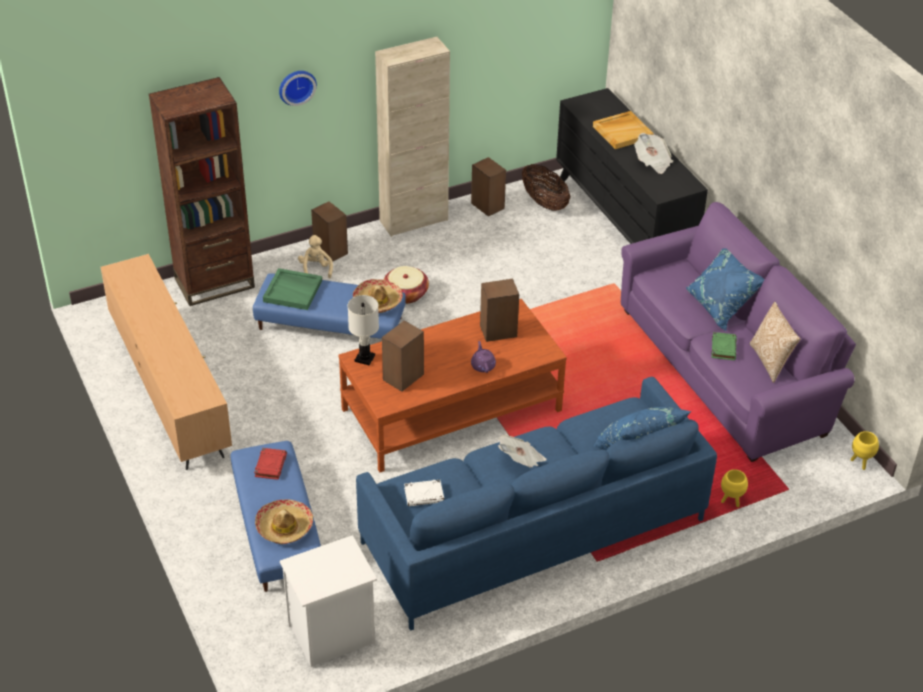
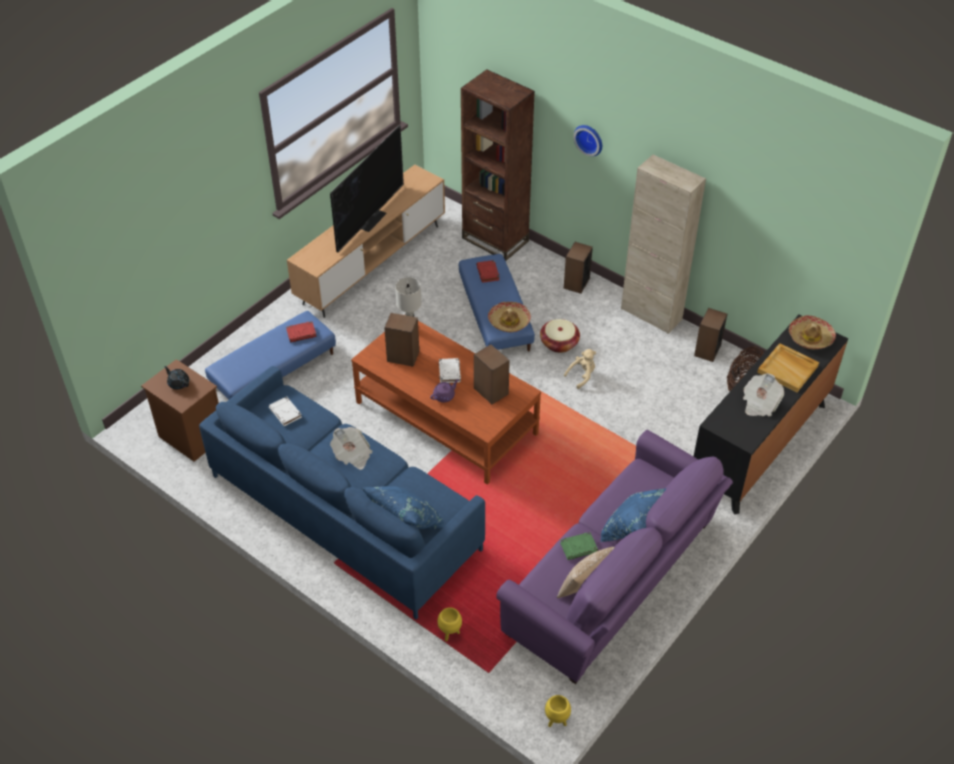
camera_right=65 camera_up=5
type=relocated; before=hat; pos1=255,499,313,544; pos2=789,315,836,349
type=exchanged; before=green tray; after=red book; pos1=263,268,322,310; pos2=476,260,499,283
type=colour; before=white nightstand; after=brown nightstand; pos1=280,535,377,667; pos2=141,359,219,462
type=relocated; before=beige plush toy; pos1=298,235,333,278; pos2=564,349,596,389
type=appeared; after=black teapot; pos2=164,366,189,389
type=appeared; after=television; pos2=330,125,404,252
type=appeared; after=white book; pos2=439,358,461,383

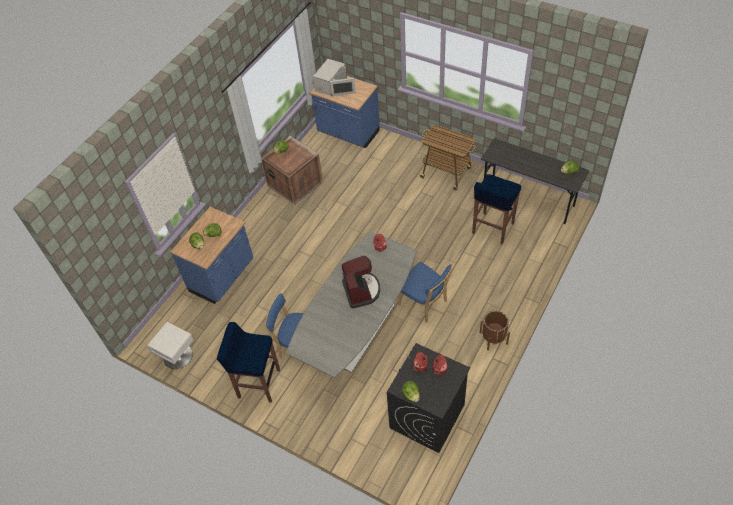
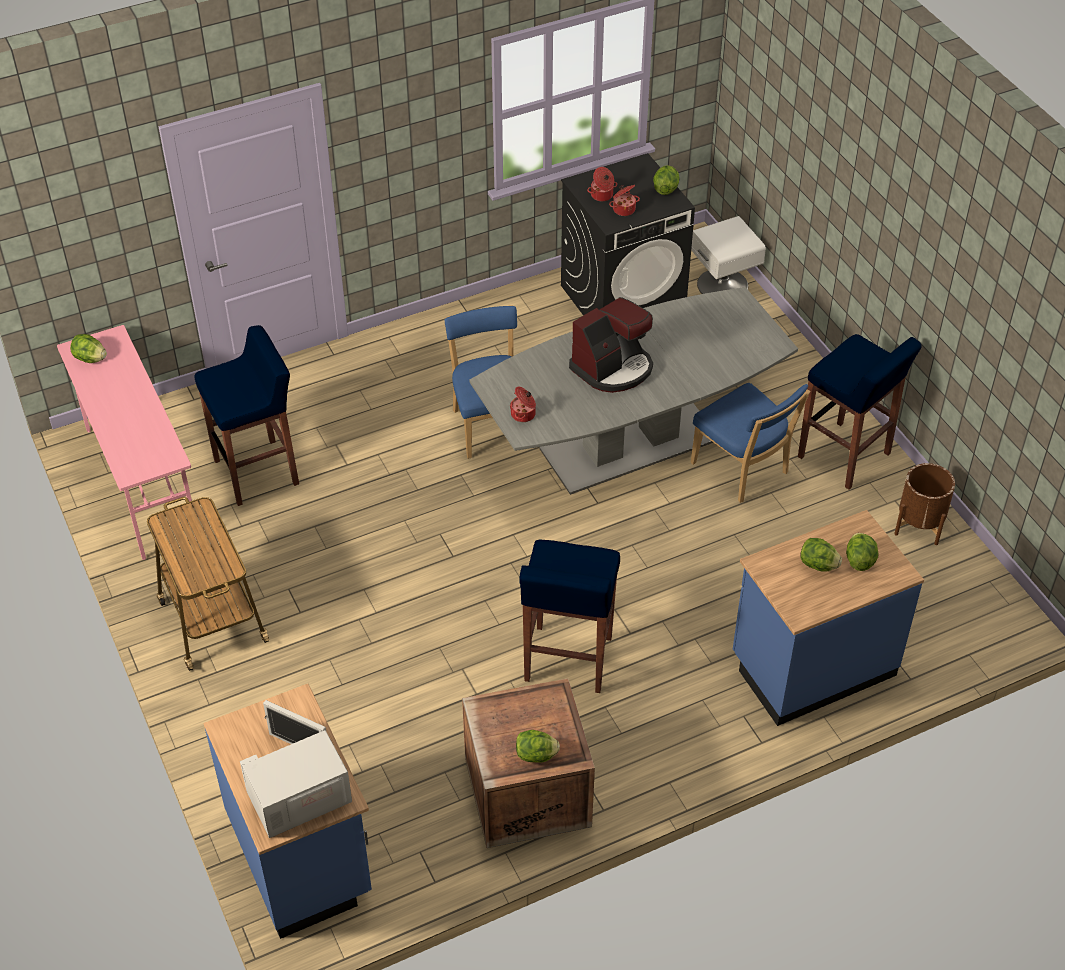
camera_right=-150 camera_up=-5
type=relocated; before=white nightstand; pos1=147,322,193,369; pos2=691,216,766,294
type=spun; before=coffee machine; pos1=342,256,380,308; pos2=569,297,653,393; turn=-150
type=relocated; before=brown planter; pos1=480,311,510,350; pos2=894,463,955,545
type=colour; before=grey desk; after=pink desk; pos1=481,138,589,224; pos2=57,325,192,560
type=appeared; after=blue stool; pos2=519,540,620,693

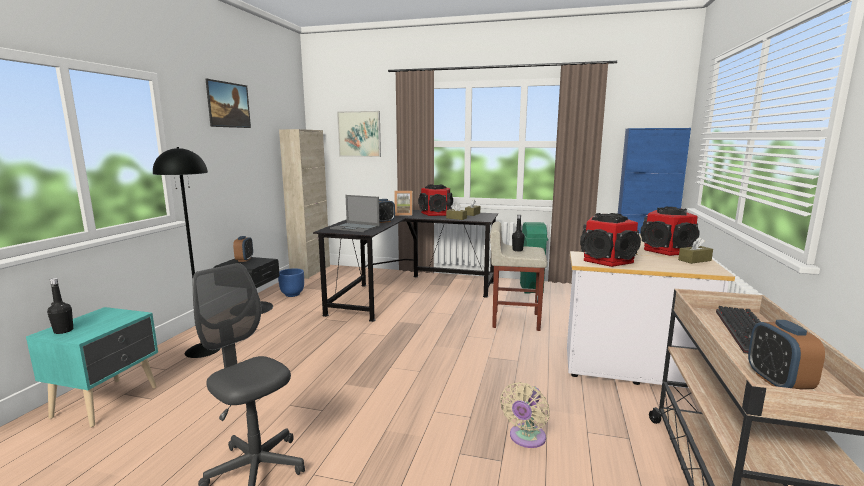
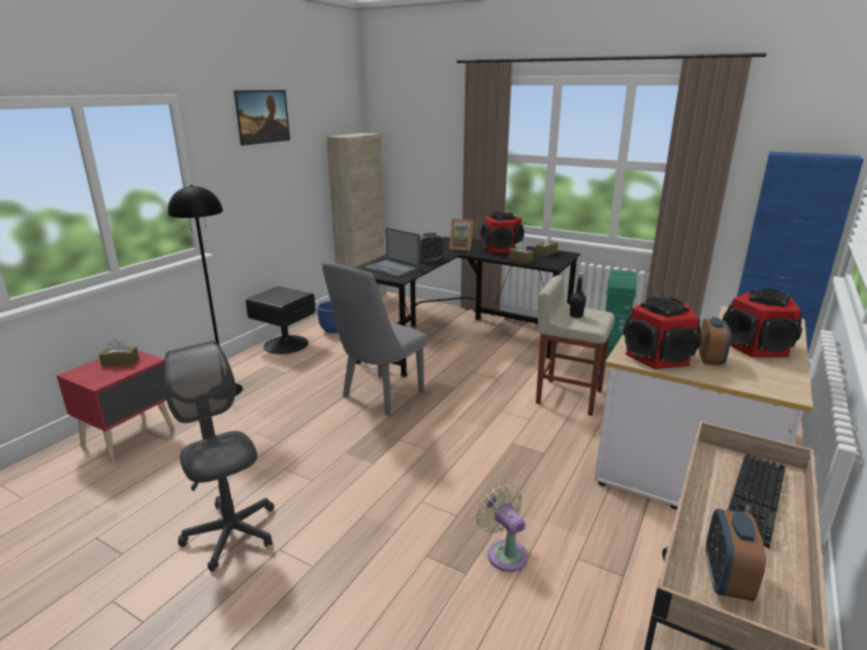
camera_right=15 camera_up=10
type=colour; before=turquoise nightstand; after=red nightstand; pos1=26,307,158,427; pos2=56,350,174,462
type=missing; before=black bottle; pos1=47,278,73,334
type=relocated; before=alarm clock; pos1=233,236,253,262; pos2=698,317,731,366
type=missing; before=picture; pos1=337,111,381,157
type=spun; before=beige fan; pos1=500,382,550,448; pos2=476,484,528,572; turn=105
type=relocated; before=brown tissue box; pos1=678,237,713,264; pos2=99,339,139,367
type=appeared; after=grey chair; pos2=322,262,427,416

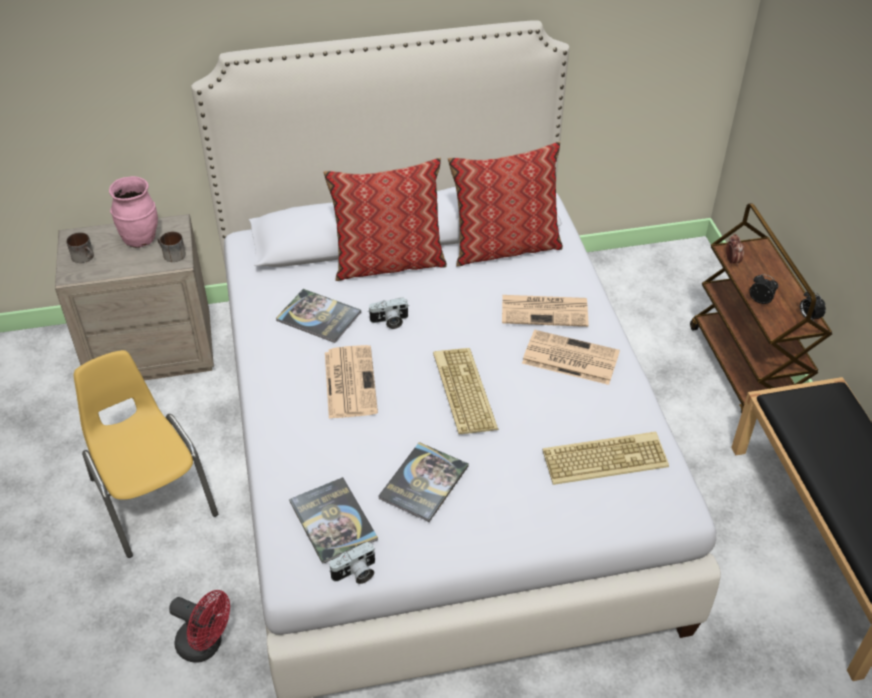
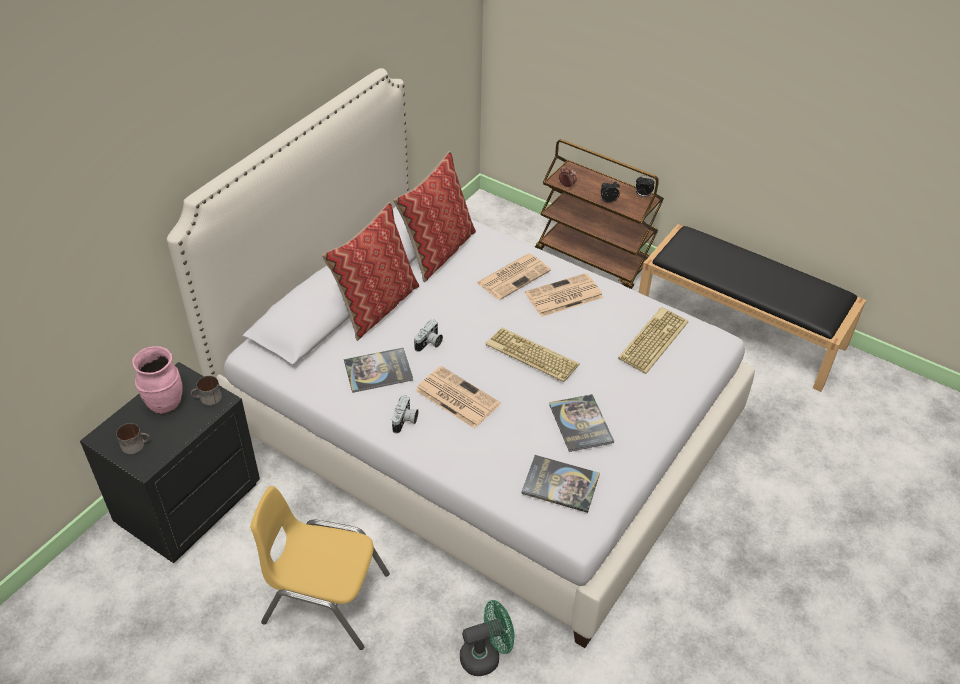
camera_right=-45 camera_up=0
type=colour; before=beige nightstand; after=black nightstand; pos1=55,214,214,381; pos2=80,362,260,563
type=colour; before=red fan; after=green fan; pos1=169,590,230,663; pos2=460,600,514,676
type=relocated; before=photo camera; pos1=329,541,375,584; pos2=392,395,418,434

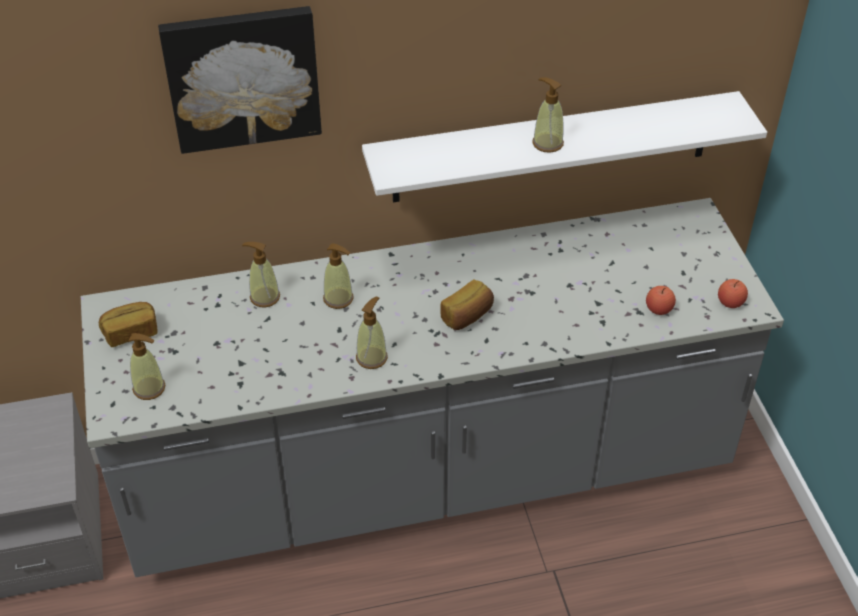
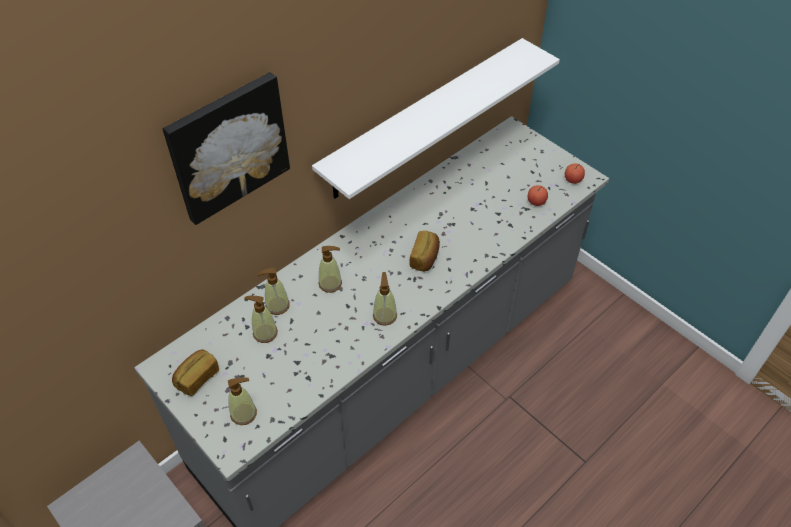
camera_right=-30 camera_up=5
type=relocated; before=soap dispenser; pos1=532,77,564,153; pos2=244,296,278,343

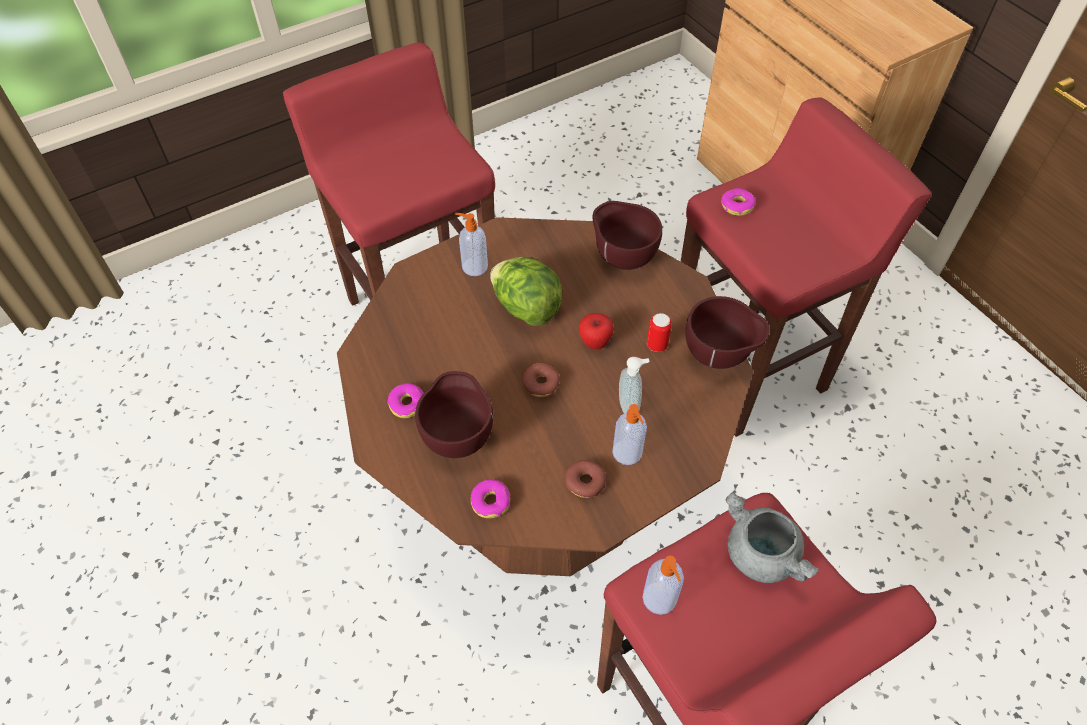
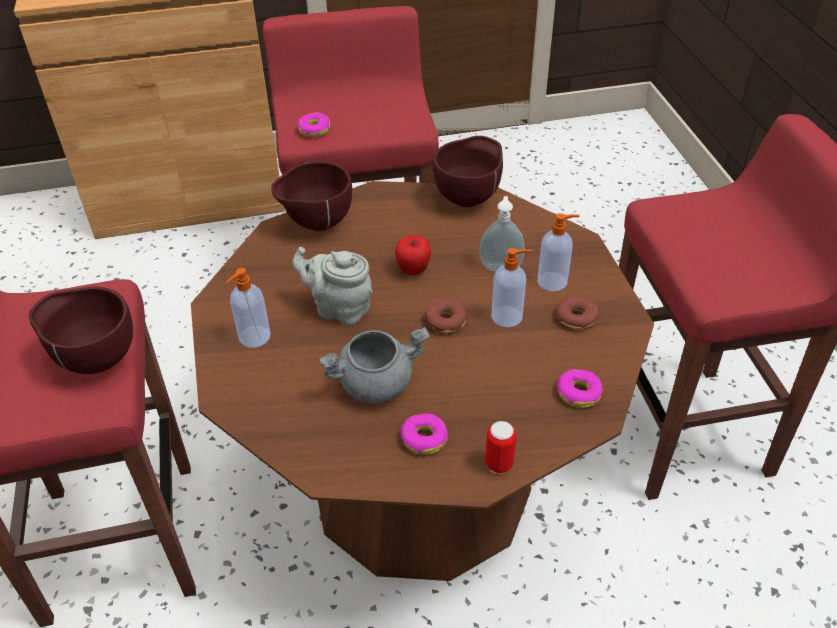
camera_right=-70 camera_up=-10
type=relocated; before=brown bowl; pos1=415,371,493,458; pos2=29,287,133,374
type=exchanged; before=lettuce; after=grey teapot; pos1=490,257,562,326; pos2=292,247,373,326
type=relocated; before=soap dispenser; pos1=642,556,684,615; pos2=491,248,532,328
type=relocated; before=can; pos1=647,313,672,352; pos2=485,421,517,474
type=relocated; before=grey cooking pot; pos1=726,492,819,583; pos2=319,327,429,404

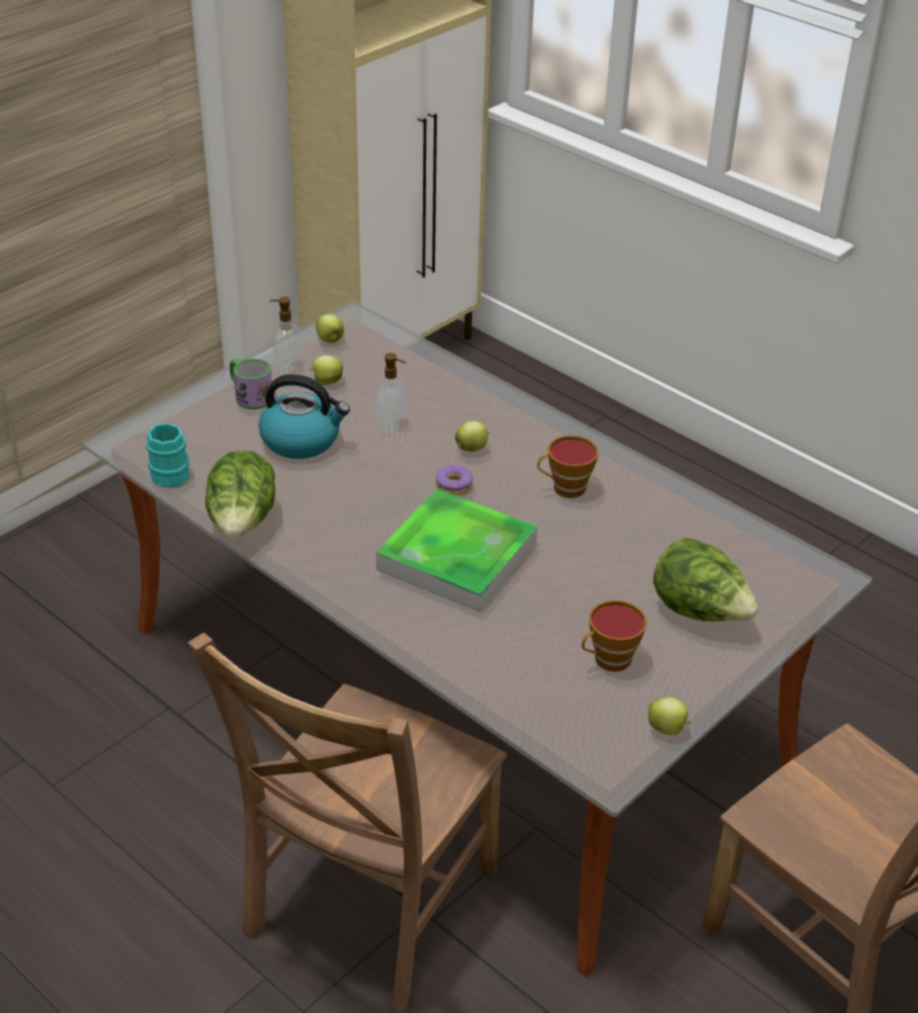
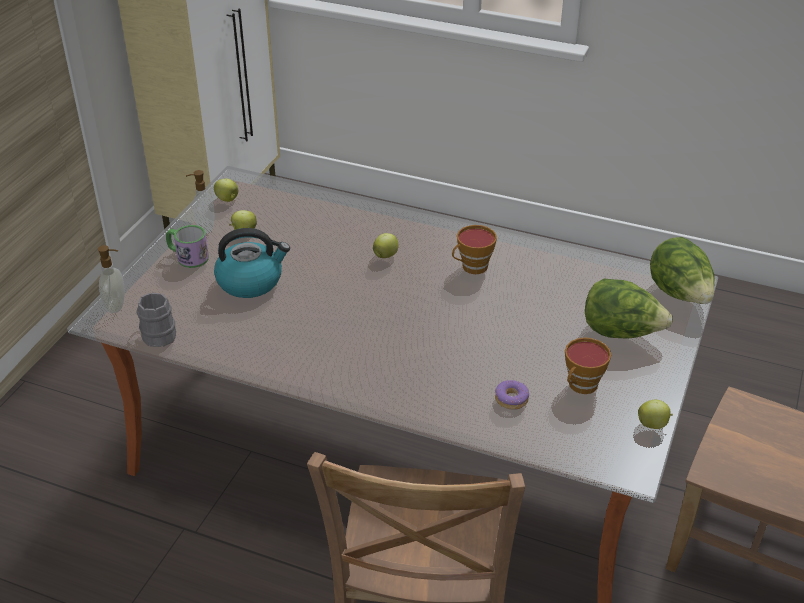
camera_right=-20 camera_up=0
type=colour; before=turquoise mug; after=grey mug; pos1=146,423,190,488; pos2=136,293,176,347
type=relocated; before=lettuce; pos1=205,450,275,538; pos2=650,237,715,304
type=relocated; before=soap dispenser; pos1=376,353,406,432; pos2=98,245,125,313
type=missing; before=tray; pos1=376,489,538,612
type=relocated; before=donut; pos1=436,465,473,495; pos2=495,380,529,410

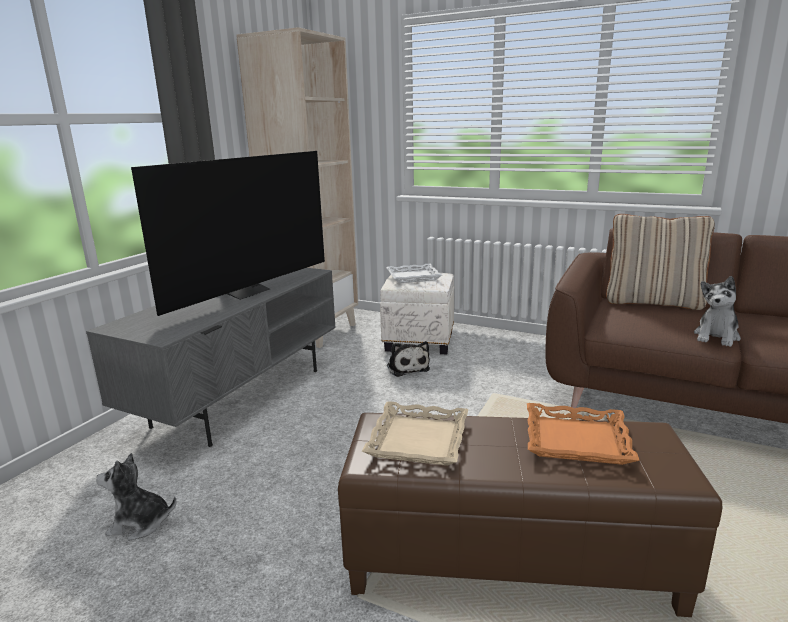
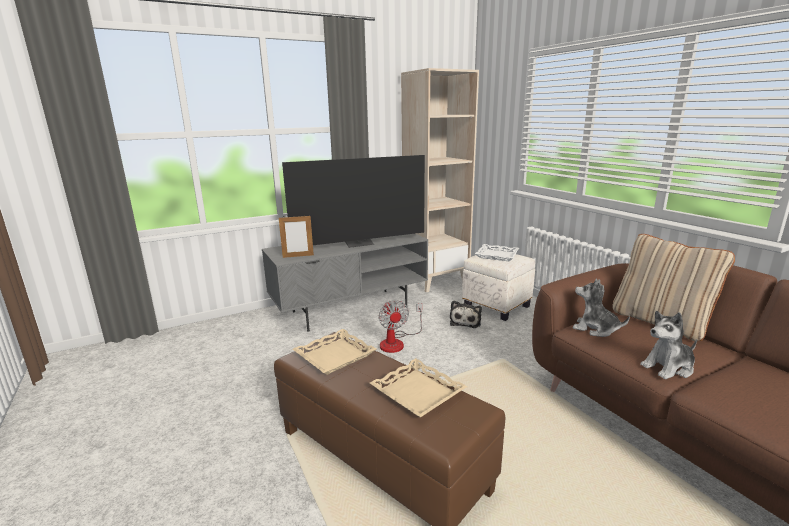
camera_right=35 camera_up=0
type=relocated; before=plush toy; pos1=96,453,176,540; pos2=573,279,630,337
type=colour; before=orange tray; after=beige tray; pos1=527,403,640,465; pos2=370,358,468,417
type=appeared; after=picture frame; pos2=279,216,314,258
type=appeared; after=fan; pos2=378,300,422,353

